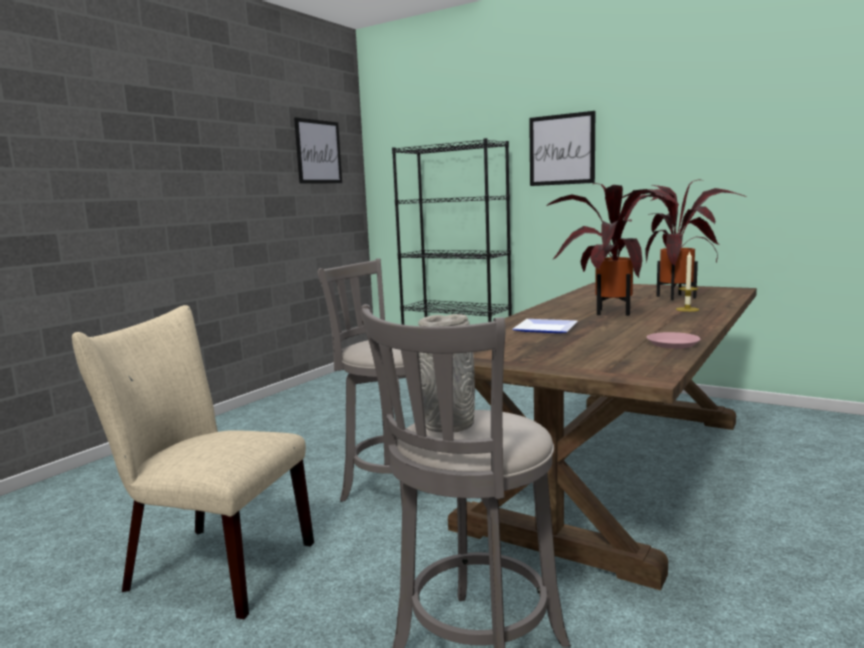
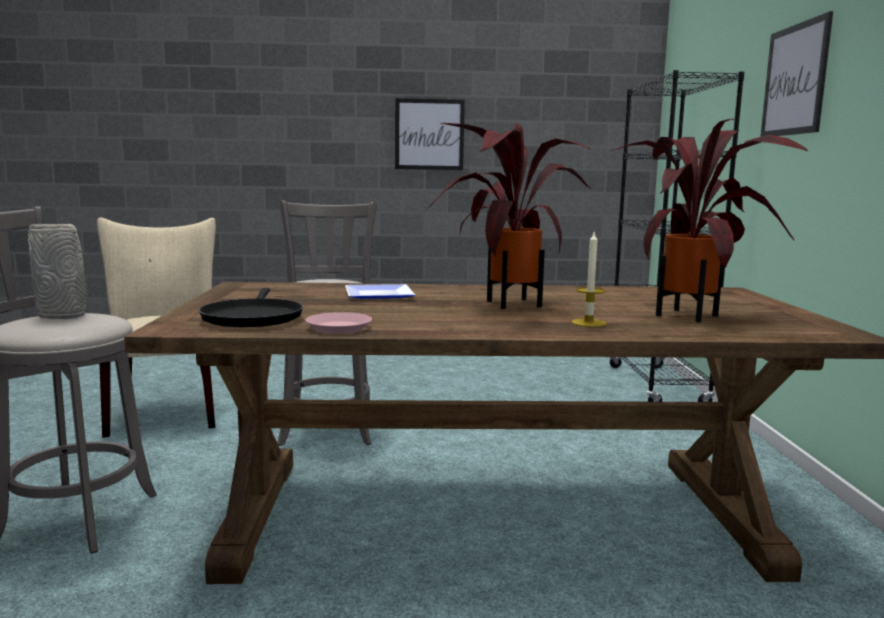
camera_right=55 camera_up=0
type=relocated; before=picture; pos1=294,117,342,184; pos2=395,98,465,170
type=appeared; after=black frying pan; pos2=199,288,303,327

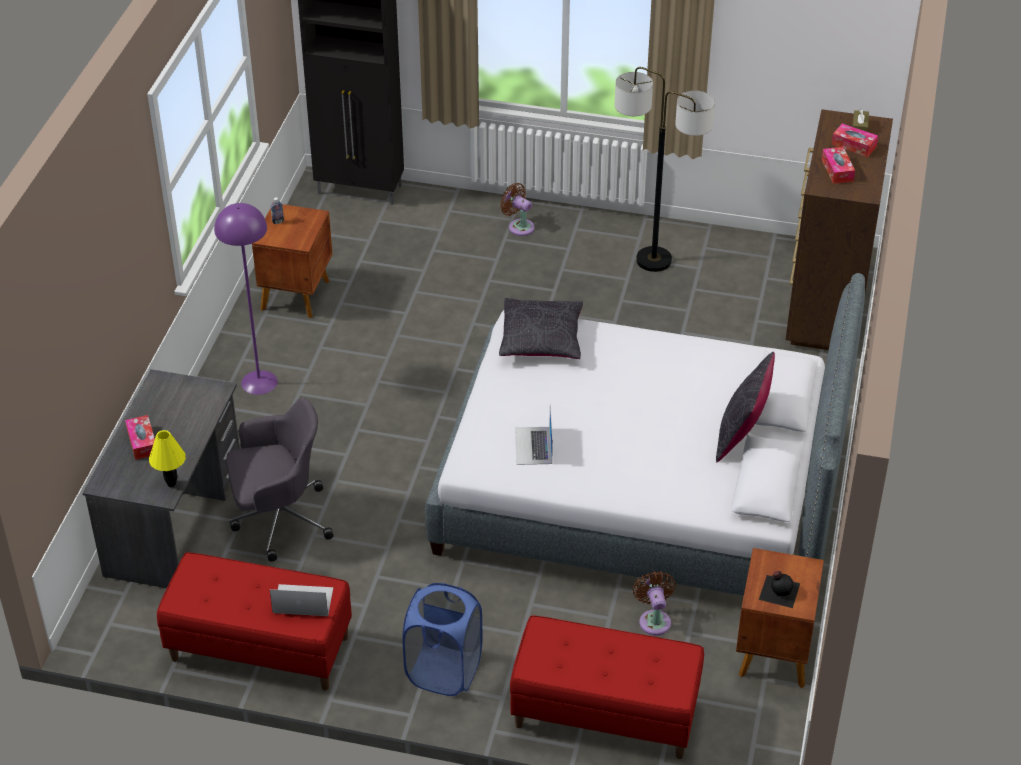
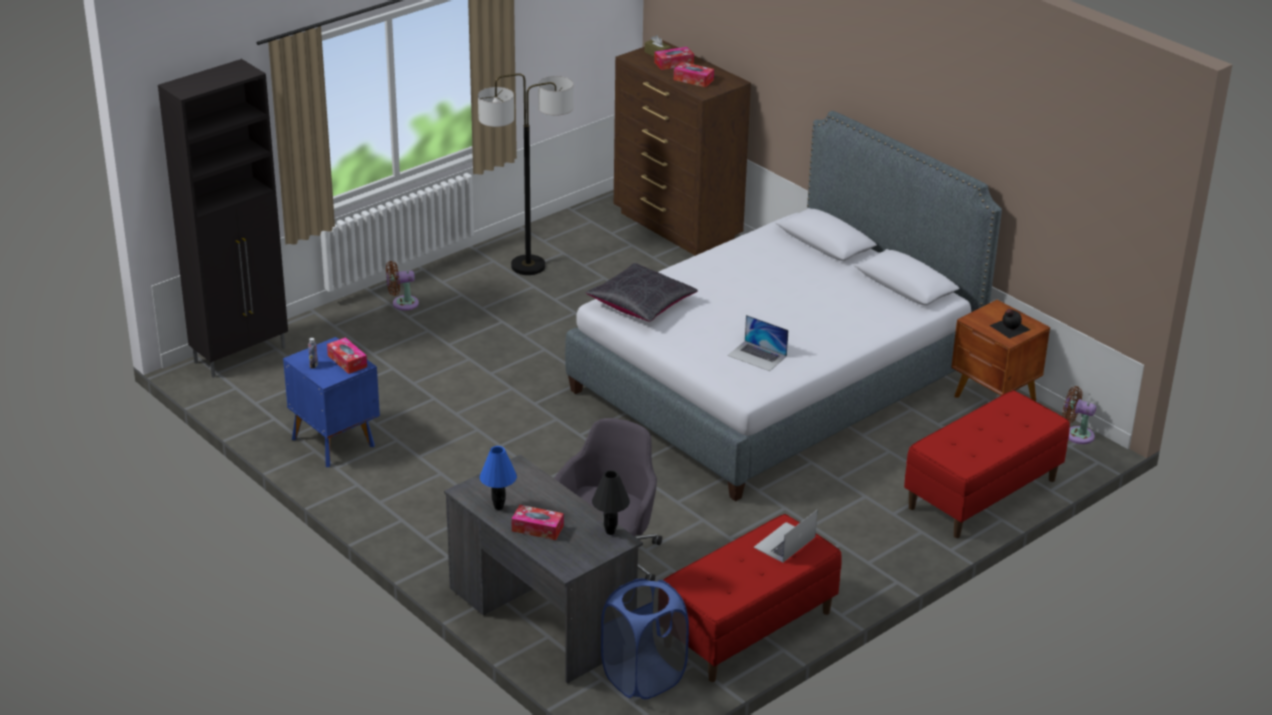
camera_right=-55 camera_up=-10
type=colour; before=yellow table lamp; after=black table lamp; pos1=149,430,186,487; pos2=592,470,630,535
type=missing; before=purple floor lamp; pos1=214,203,277,395
type=colour; before=brown nightstand; after=blue nightstand; pos1=252,204,333,318; pos2=283,337,380,467
type=relocated; before=blue laundry basket; pos1=402,583,483,696; pos2=601,578,689,700
type=relocated; before=brown fan; pos1=633,571,676,635; pos2=1062,386,1096,444
type=missing; before=black pillow; pos1=716,352,775,462
type=appeared; after=tissue box; pos2=327,337,367,374
type=appeared; after=blue table lamp; pos2=479,446,517,510

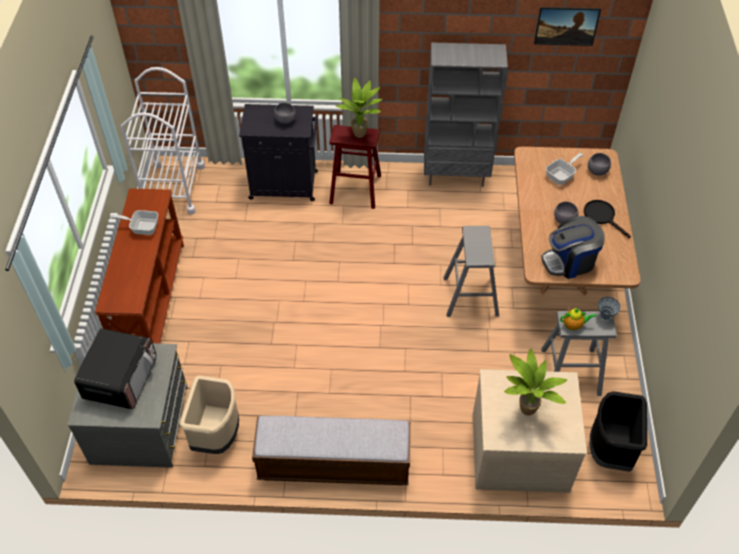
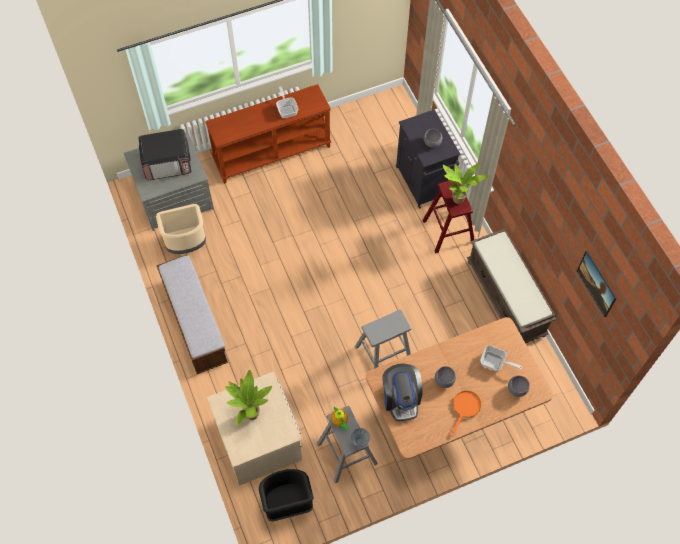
camera_right=65 camera_up=10
type=missing; before=white cart; pos1=121,67,205,215
type=exchanged; before=grey bookcase; after=brown bench; pos1=424,42,508,187; pos2=467,229,556,343
type=spun; before=coffee machine; pos1=541,216,605,279; pos2=382,363,423,421; turn=-150
type=colour; before=black frying pan; after=orange frying pan; pos1=584,200,631,238; pos2=450,391,481,437

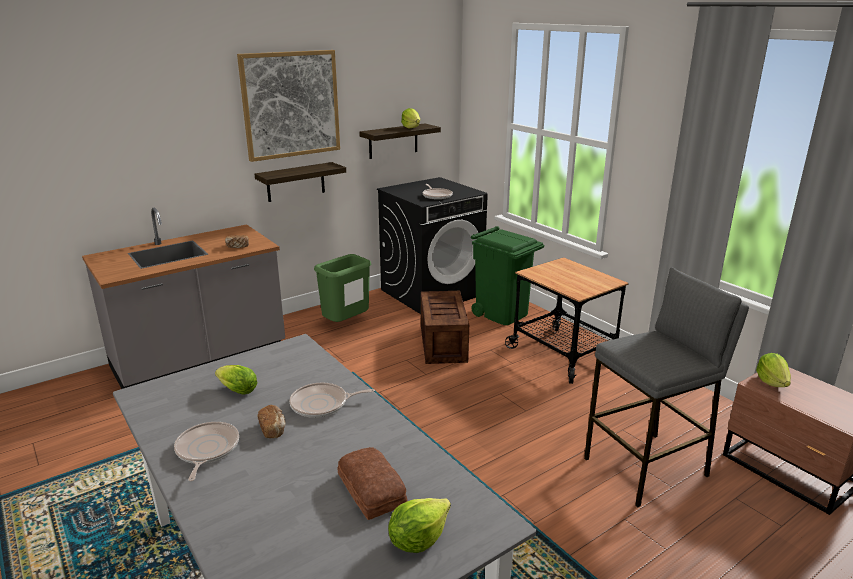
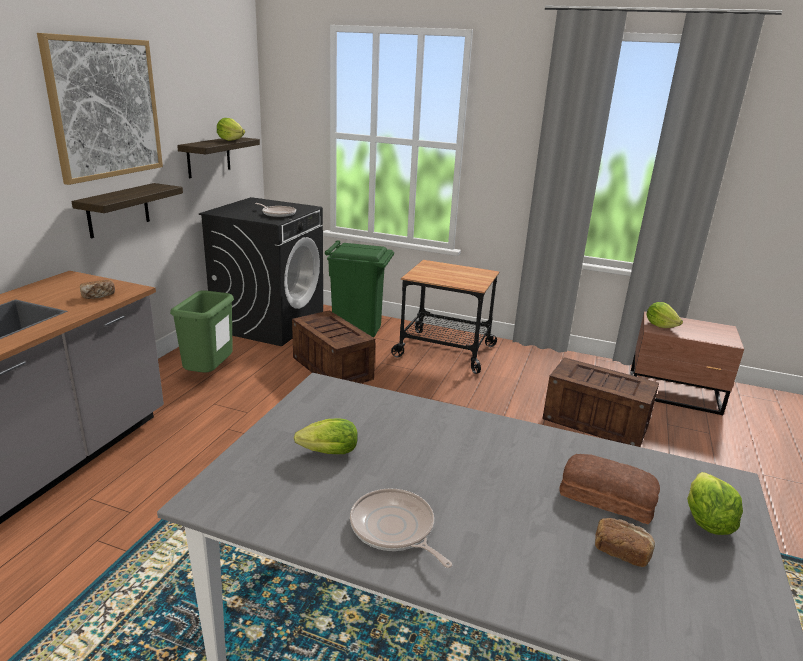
camera_right=-35 camera_up=0
type=relocated; before=bread; pos1=258,405,286,438; pos2=595,518,655,567
type=missing; before=frying pan; pos1=290,383,375,418
type=exchanged; before=grey stool; after=crate; pos1=584,267,749,507; pos2=542,357,659,447

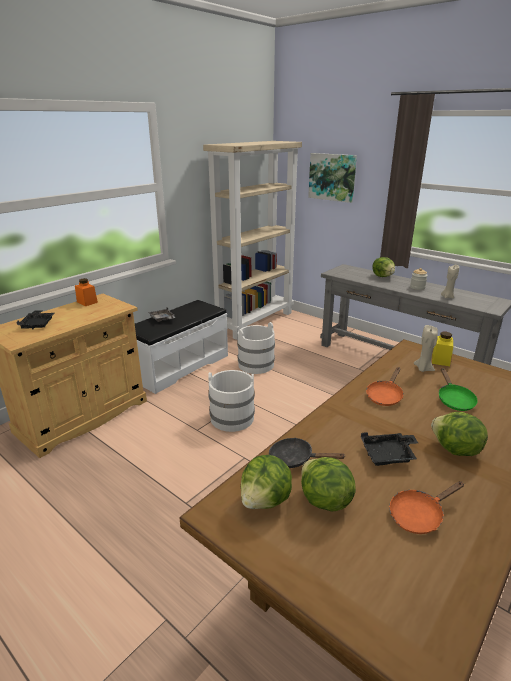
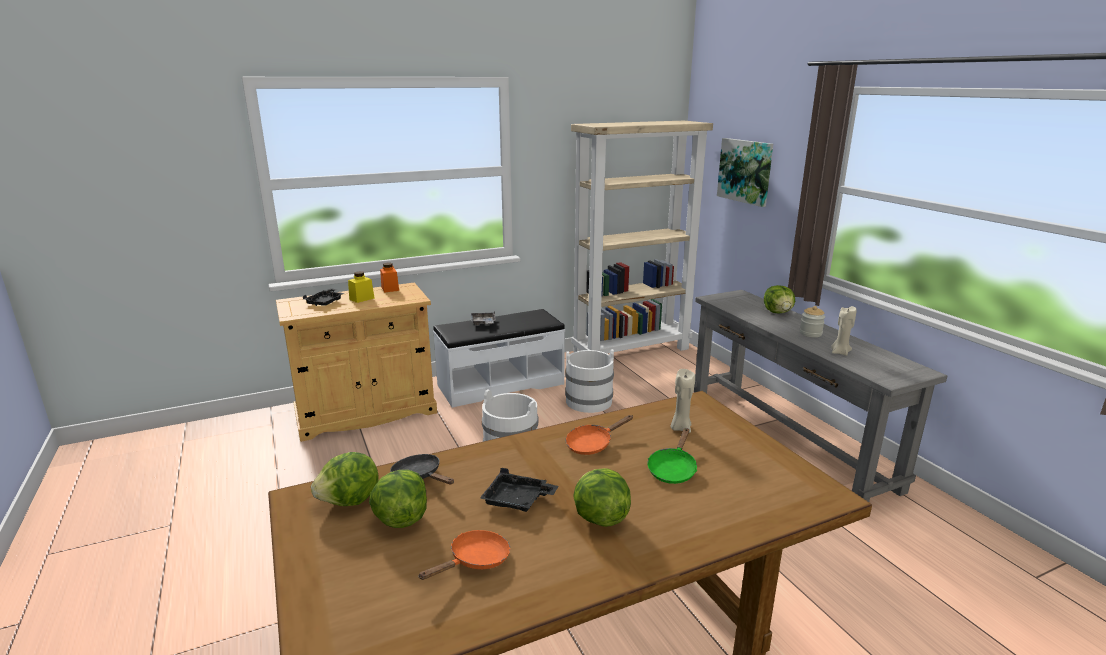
camera_right=25 camera_up=-5
type=spun; before=orange frying pan; pos1=389,481,464,534; pos2=418,530,510,580; turn=135
type=relocated; before=yellow jar; pos1=432,332,453,366; pos2=348,271,375,303

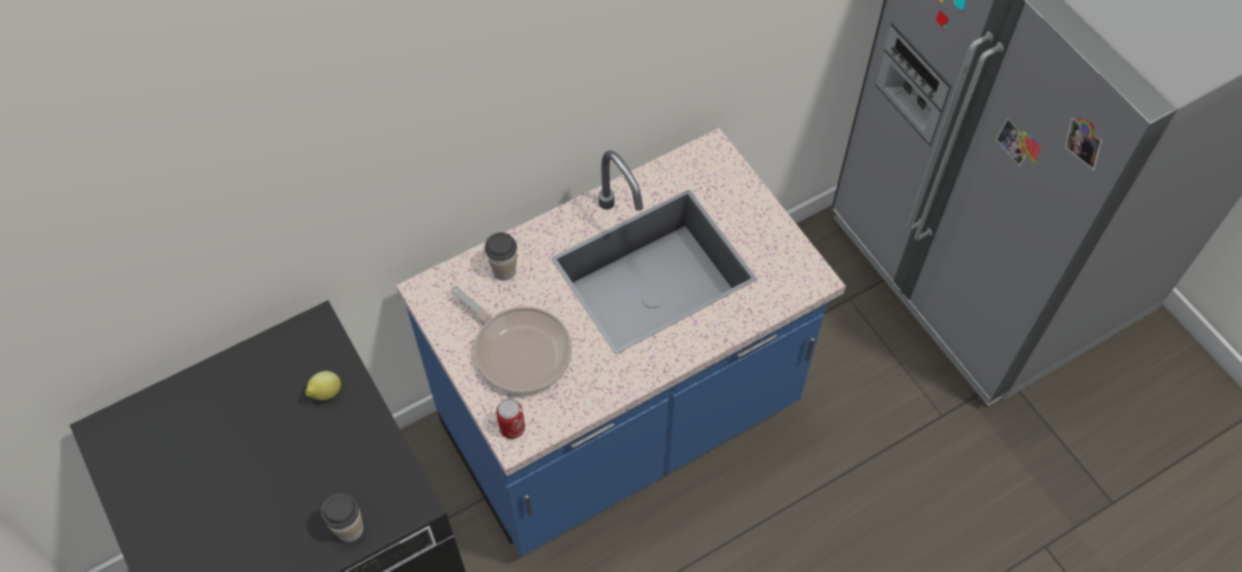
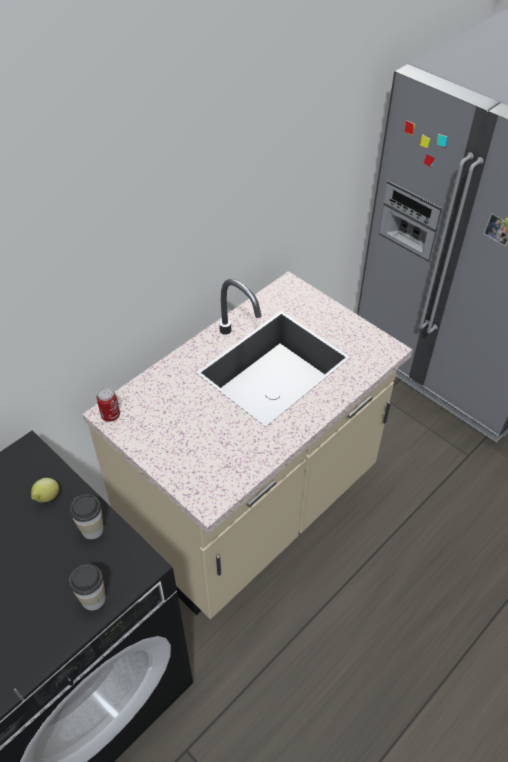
camera_right=-15 camera_up=-10
type=colour; before=blue counter; after=beige counter; pos1=396,128,846,556; pos2=82,271,413,619
type=missing; before=frying pan; pos1=451,286,572,394
type=relocated; before=cup; pos1=485,232,517,281; pos2=70,494,104,540
type=relocated; before=can; pos1=496,398,525,439; pos2=96,387,120,422

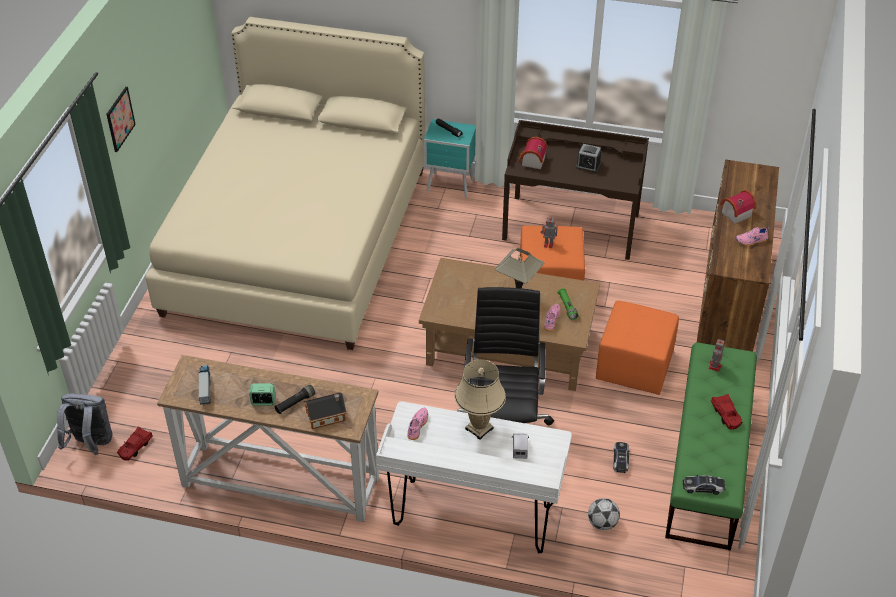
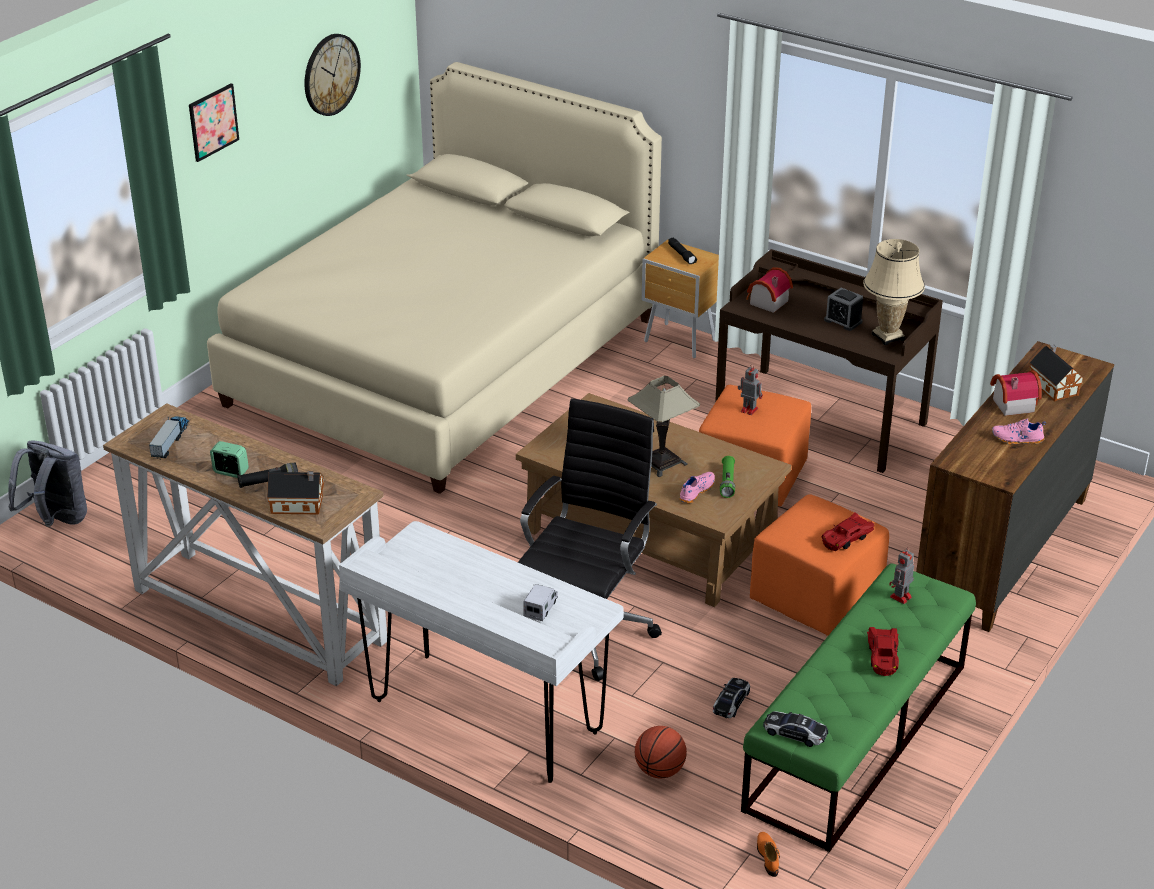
camera_right=20 camera_up=-10
type=relocated; before=red toy car; pos1=117,427,153,461; pos2=821,512,874,551
type=missing; before=pink shoe; pos1=407,408,428,440
type=colour; before=turquoise nightstand; after=brown nightstand; pos1=424,119,476,198; pos2=642,240,719,358
type=relocated; before=beige table lamp; pos1=455,360,506,440; pos2=863,239,925,345
type=exchanged; before=football; after=basketball; pos1=588,498,620,530; pos2=635,726,687,778
type=appeared; after=wall clock; pos2=305,34,361,116
type=appeared; after=orange shoe; pos2=757,832,780,877
type=appeared; after=toy house; pos2=1029,345,1084,401

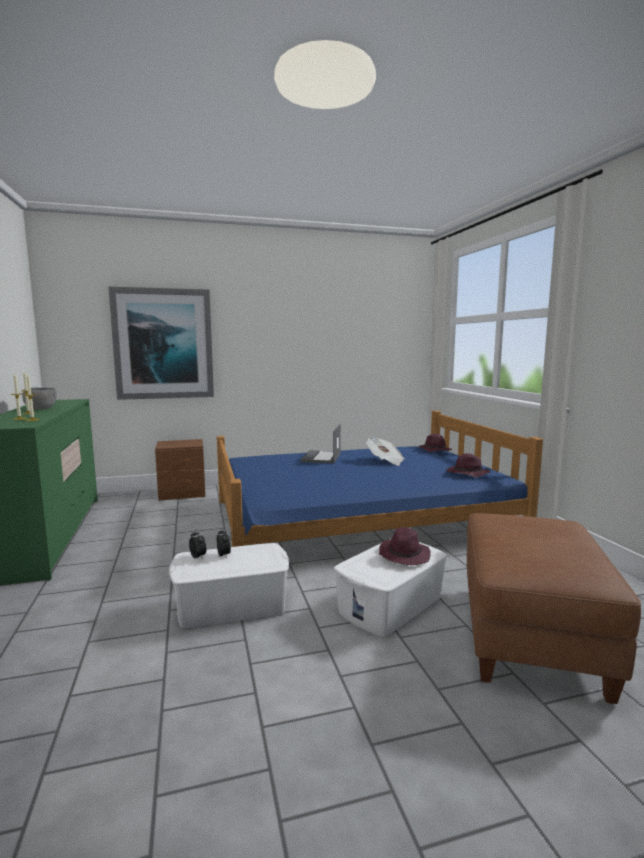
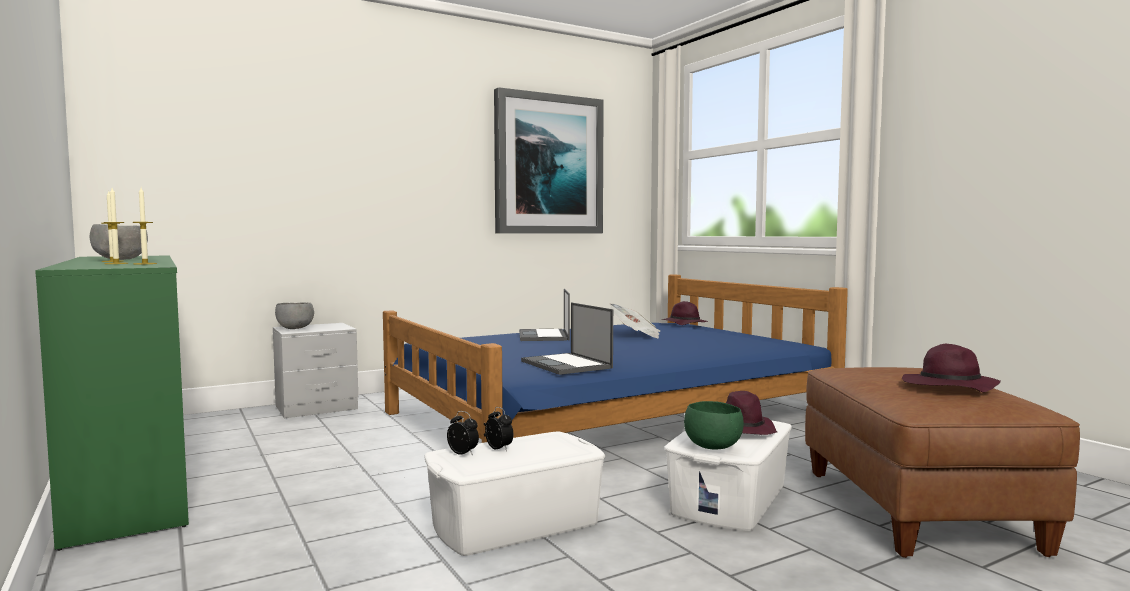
camera_right=-15 camera_up=-5
type=relocated; before=picture; pos1=108,287,214,400; pos2=494,87,604,233
type=colour; before=brown nightstand; after=grey nightstand; pos1=155,439,205,501; pos2=273,323,358,418
type=relocated; before=purple hat; pos1=447,453,491,478; pos2=902,344,1001,392
type=appeared; after=grey bowl; pos2=275,302,314,329
type=appeared; after=laptop; pos2=521,303,613,375
type=appeared; after=green bowl; pos2=684,401,744,450

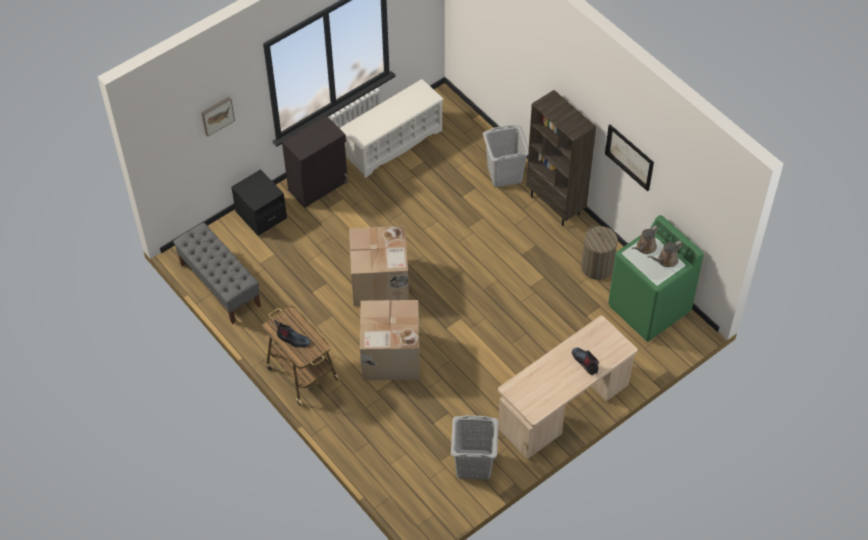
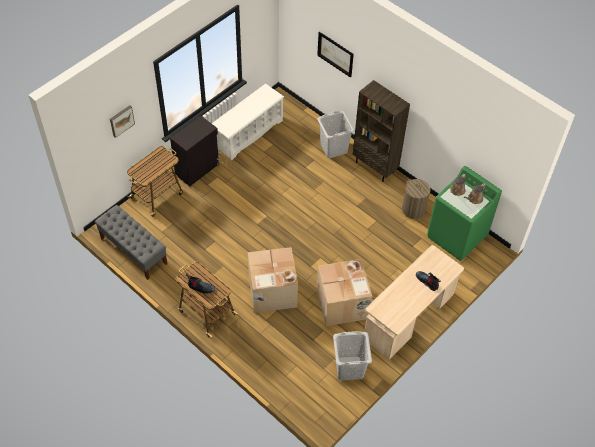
camera_right=-10 camera_up=0
type=exchanged; before=black nightstand; after=cart; pos1=231,169,287,236; pos2=127,146,183,217
type=relocated; before=cardboard box; pos1=349,226,409,306; pos2=316,259,372,326
type=relocated; before=picture; pos1=605,125,654,191; pos2=317,32,354,78

